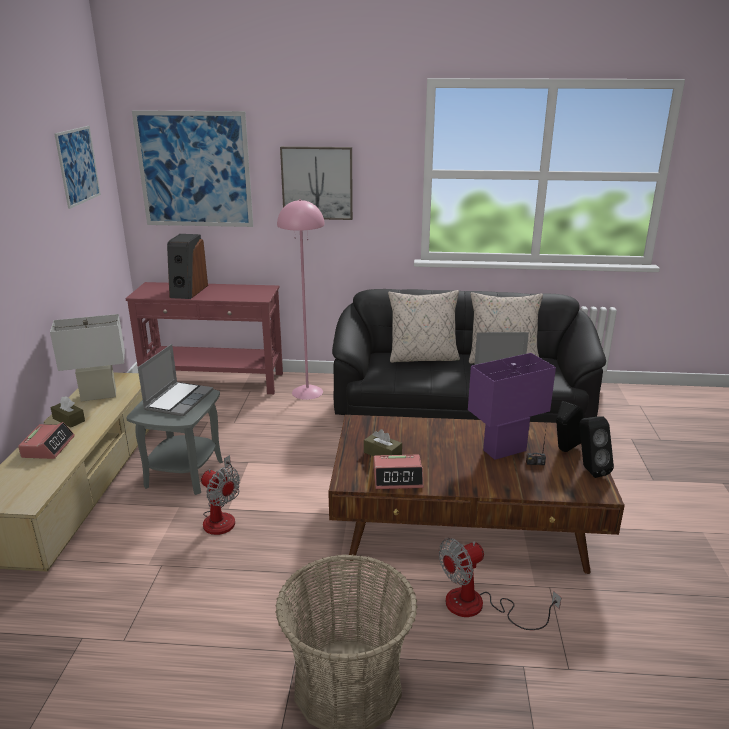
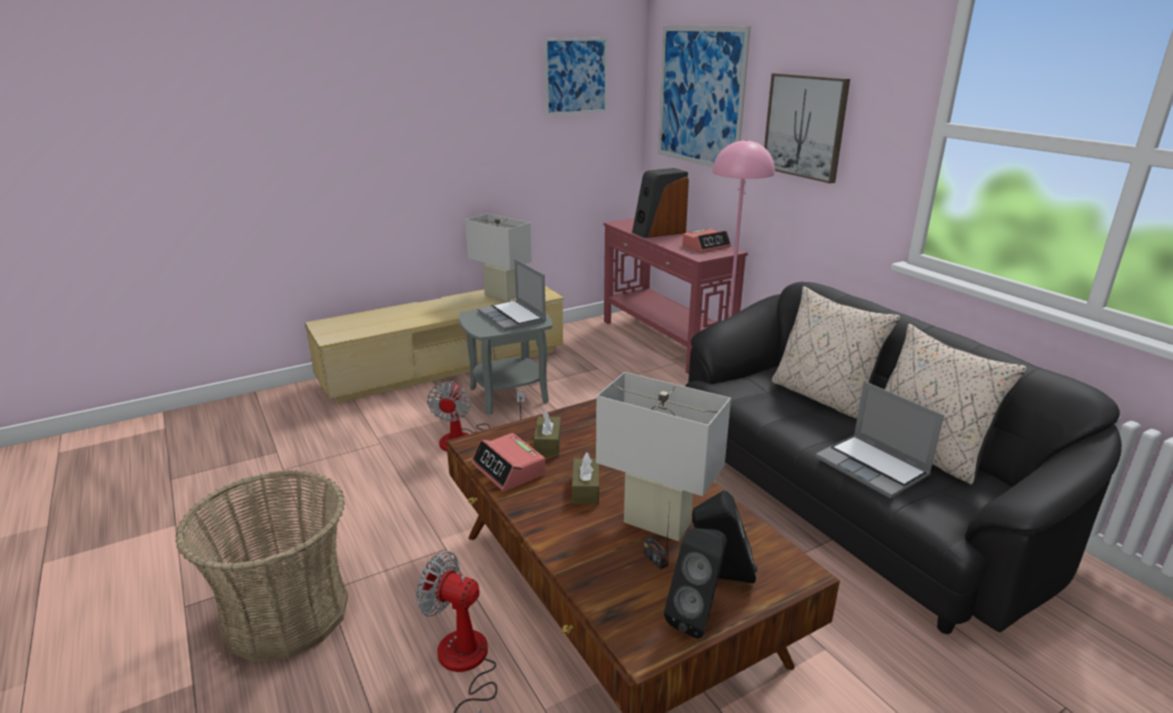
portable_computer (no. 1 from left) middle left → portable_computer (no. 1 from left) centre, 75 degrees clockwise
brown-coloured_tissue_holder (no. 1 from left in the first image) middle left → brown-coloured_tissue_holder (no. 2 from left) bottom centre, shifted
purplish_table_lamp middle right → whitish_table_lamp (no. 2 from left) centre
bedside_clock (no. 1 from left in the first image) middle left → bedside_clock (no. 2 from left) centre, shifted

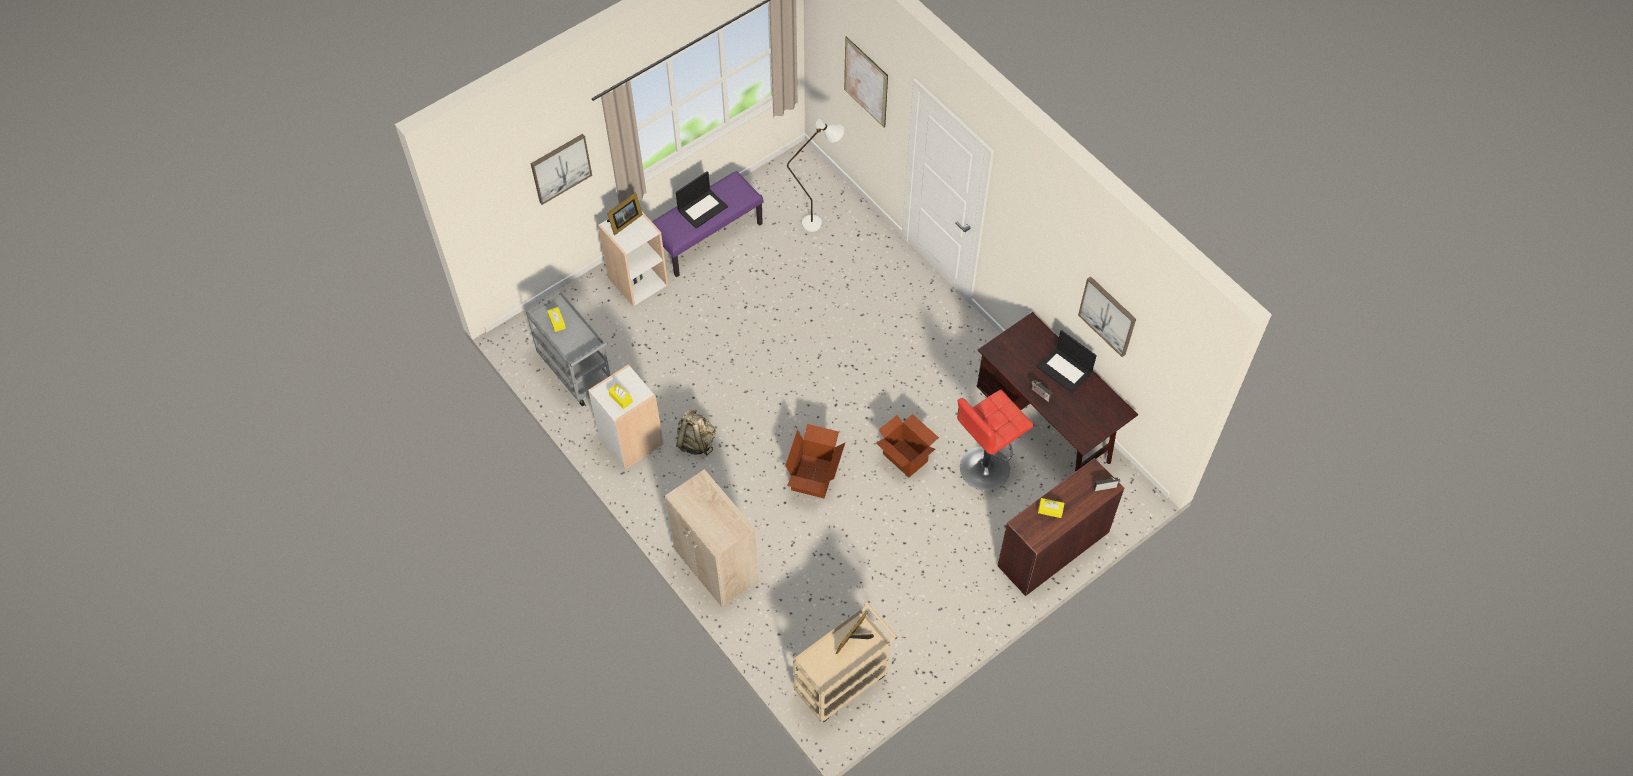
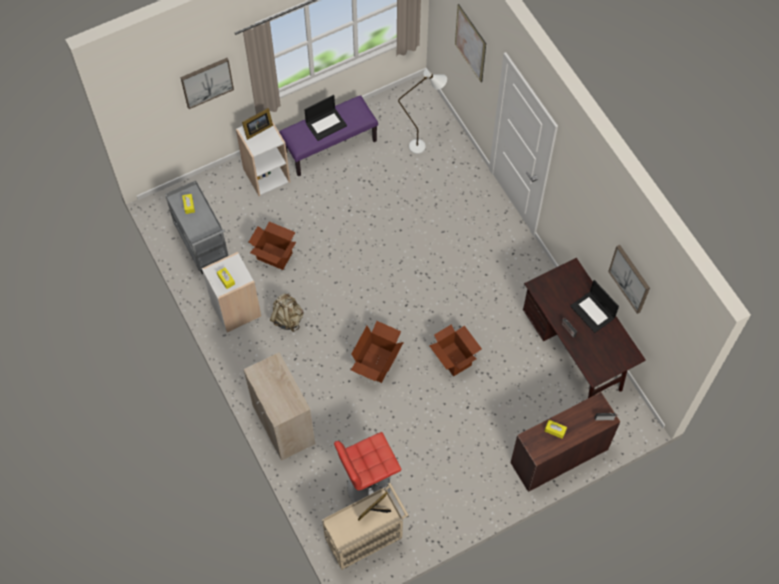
- → packing_box (no. 1 from left) centre
red_stool_seat centre → red_stool_seat bottom centre, shifted

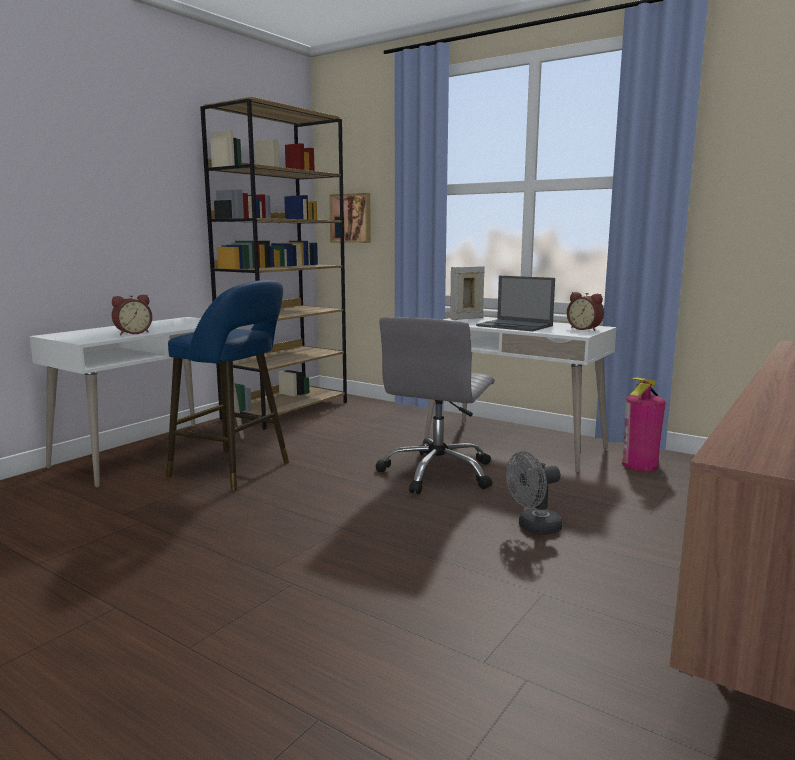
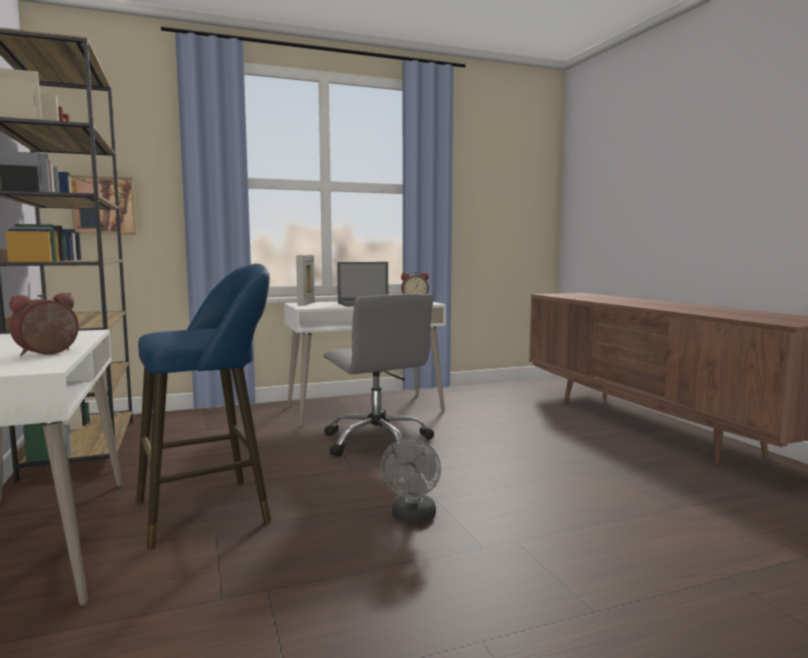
bedside_clock (no. 1 from left) middle left, 135 degrees counterclockwise
grey_cooling_fan middle right → grey_cooling_fan bottom centre, shifted
fire_extinguisher middle right → -

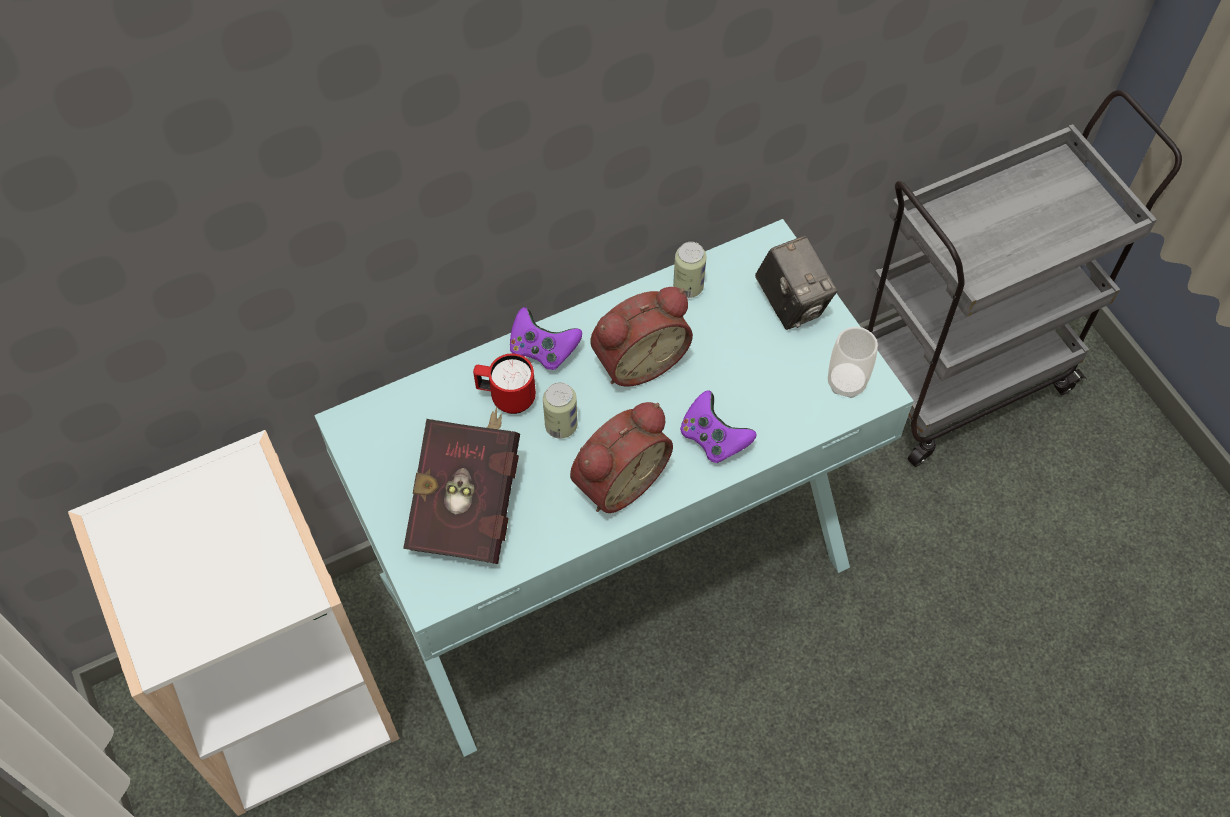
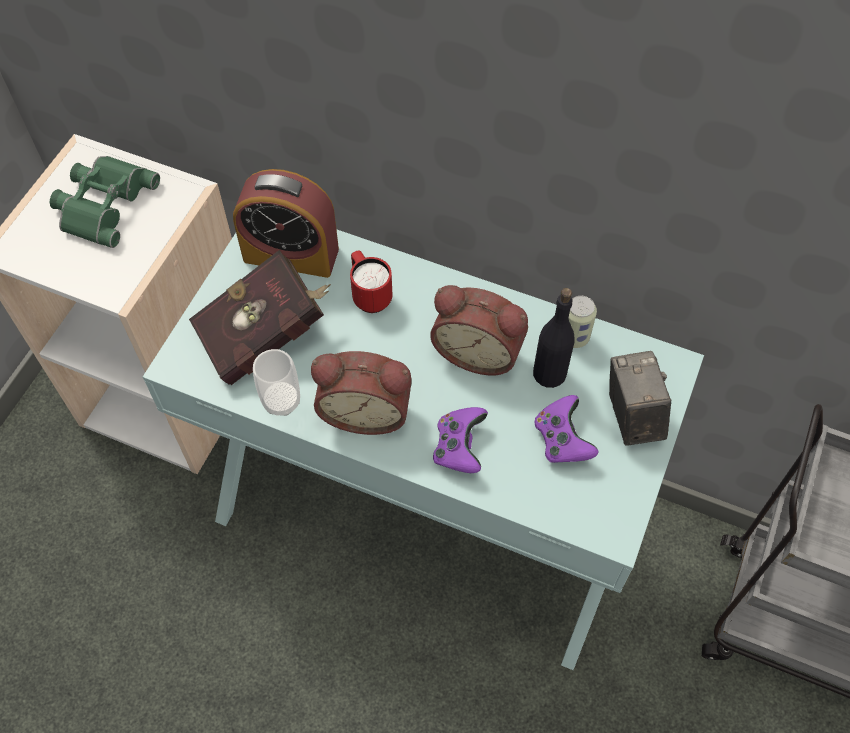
- → green_field_glasses top left
- → bedside_clock (no. 1 from left) top centre
cup middle right → cup middle left, shifted
- → blackish_beverage_bottle centre
purplish_gamepad (no. 1 from left in the first image) centre → purplish_gamepad (no. 2 from left) middle right, shifted
still_camera centre → still_camera middle right, 150 degrees clockwise
can (no. 1 from left) centre → -

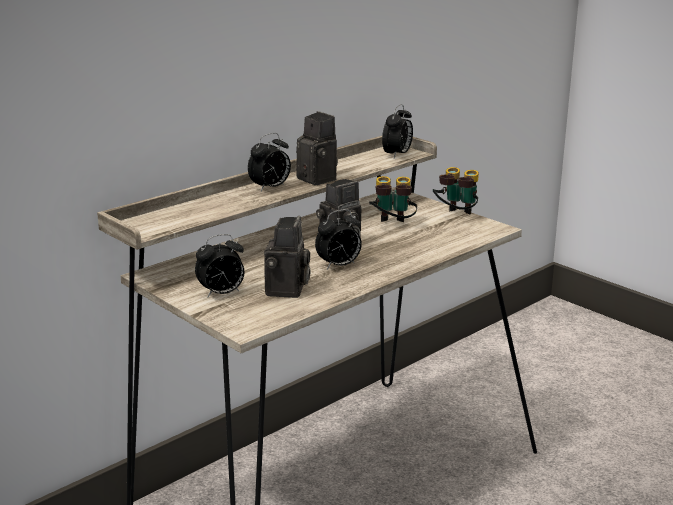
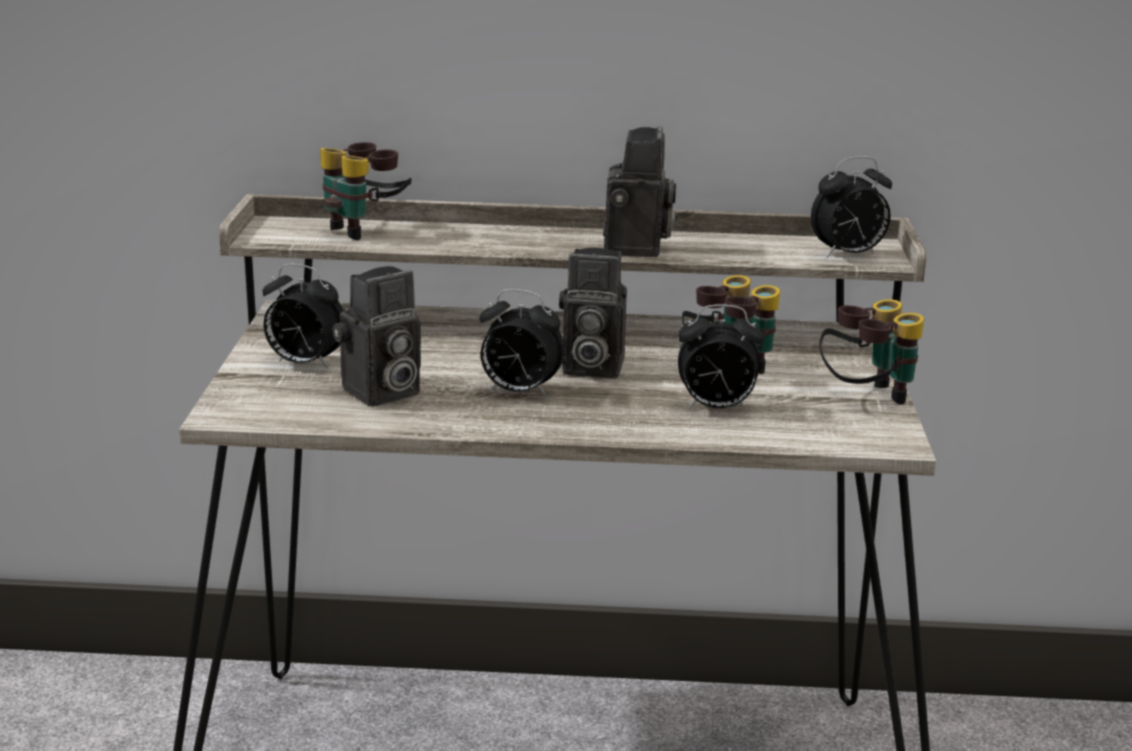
- → field_glasses (no. 1 from left) top left
bedside_clock (no. 2 from left in the first image) top centre → bedside_clock (no. 3 from left) centre, shifted

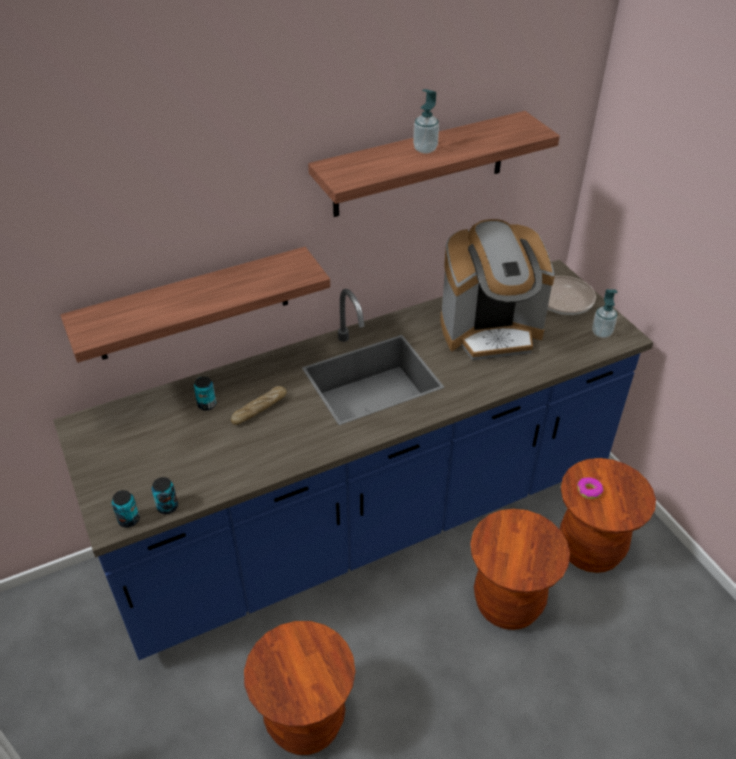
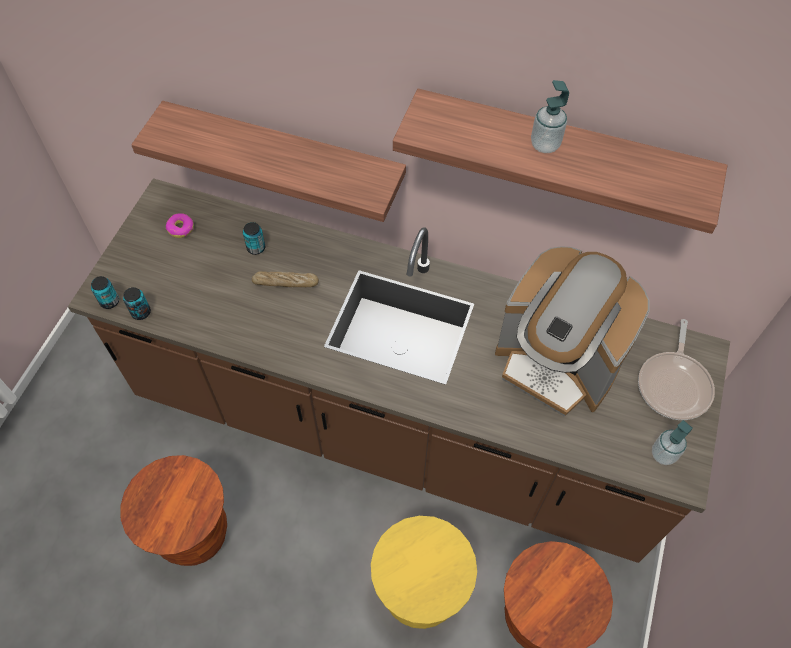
blue_kitchen_base_unit centre → brown-coloured_kitchen_base_unit centre
doughnut middle right → doughnut middle left, shifted
brown-coloured_stool_seat (no. 2 from left) bottom right → yellow_stool_seat bottom centre

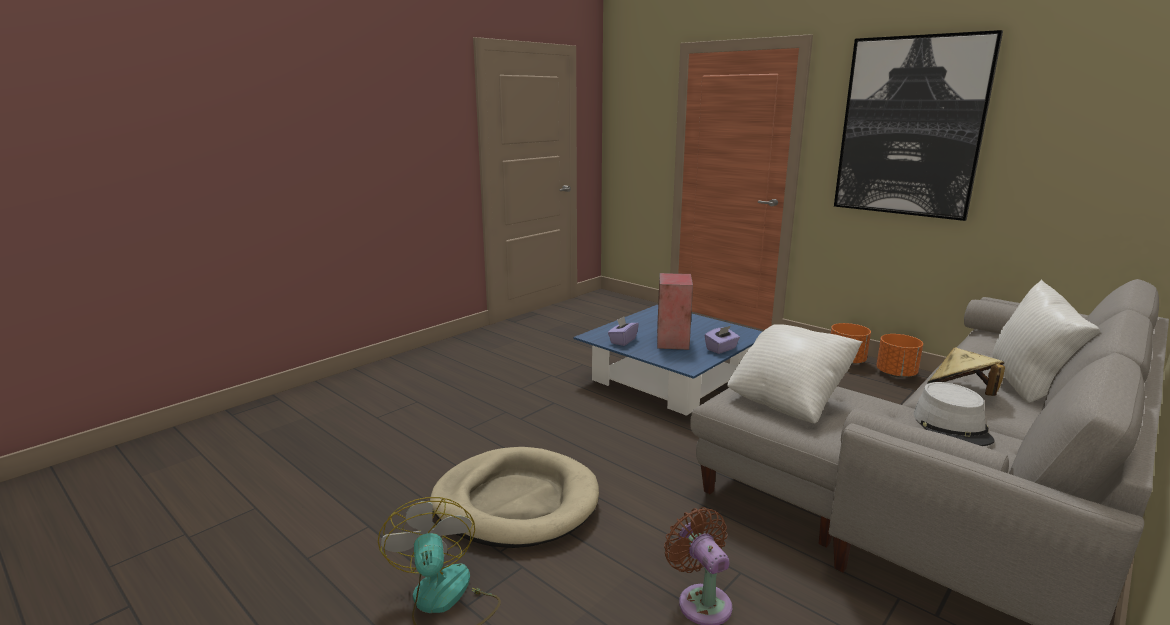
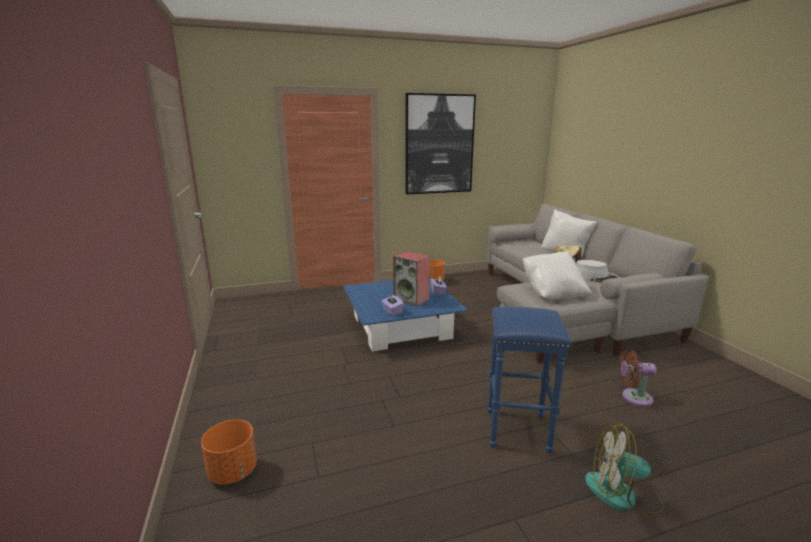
orangey_plant_pot (no. 2 from left in the first image) middle right → orangey_plant_pot (no. 1 from left) bottom left, shifted
sand-coloured_pet_bed bottom centre → blue_stool_seat bottom centre

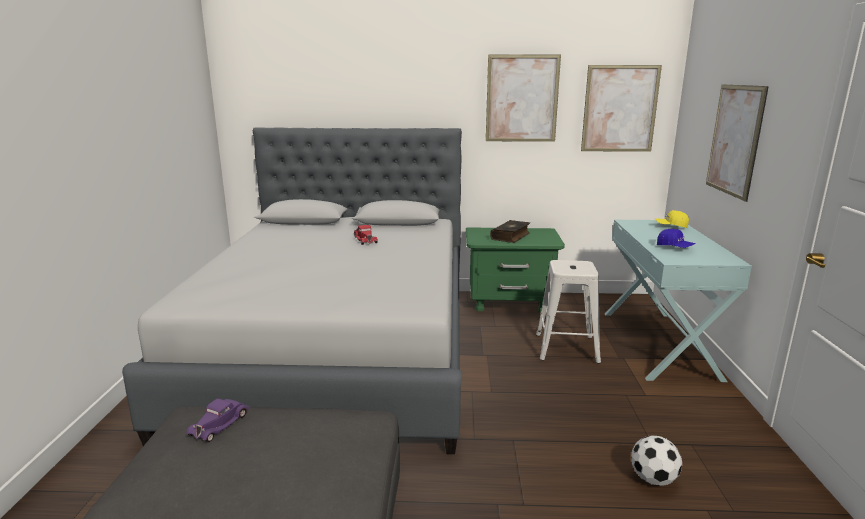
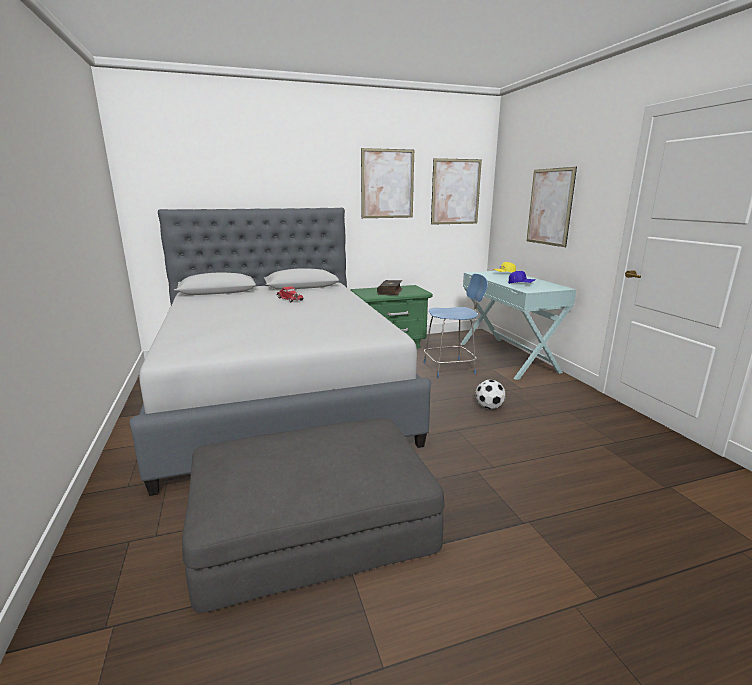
whitish_stool_seat centre → blue_upright_chair centre
football bottom right → football centre, shifted
purplish_model_car bottom left → -

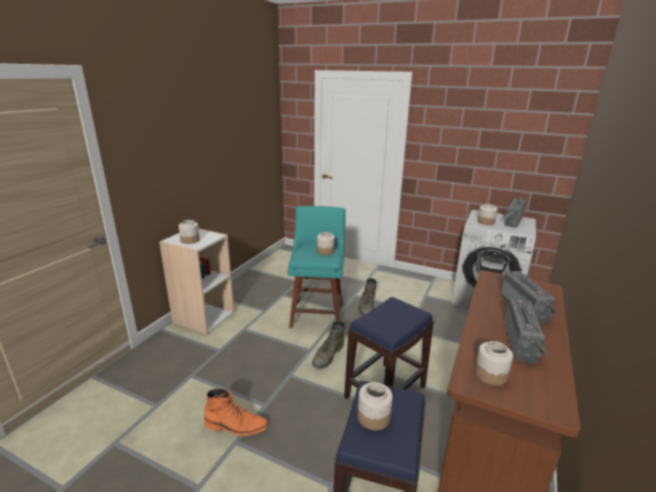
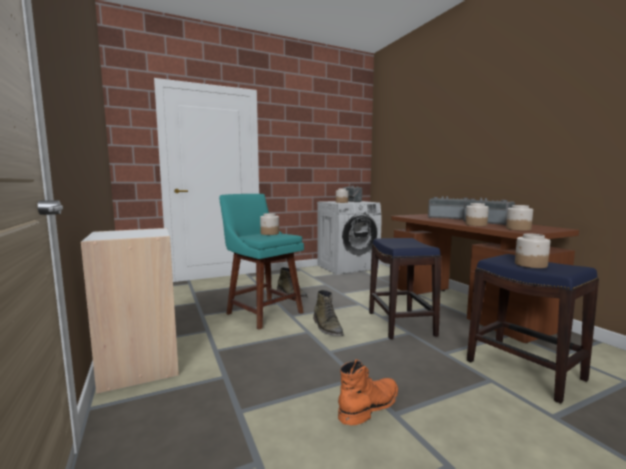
jar (no. 1 from left in the first image) middle left → jar (no. 3 from left) middle right, shifted

